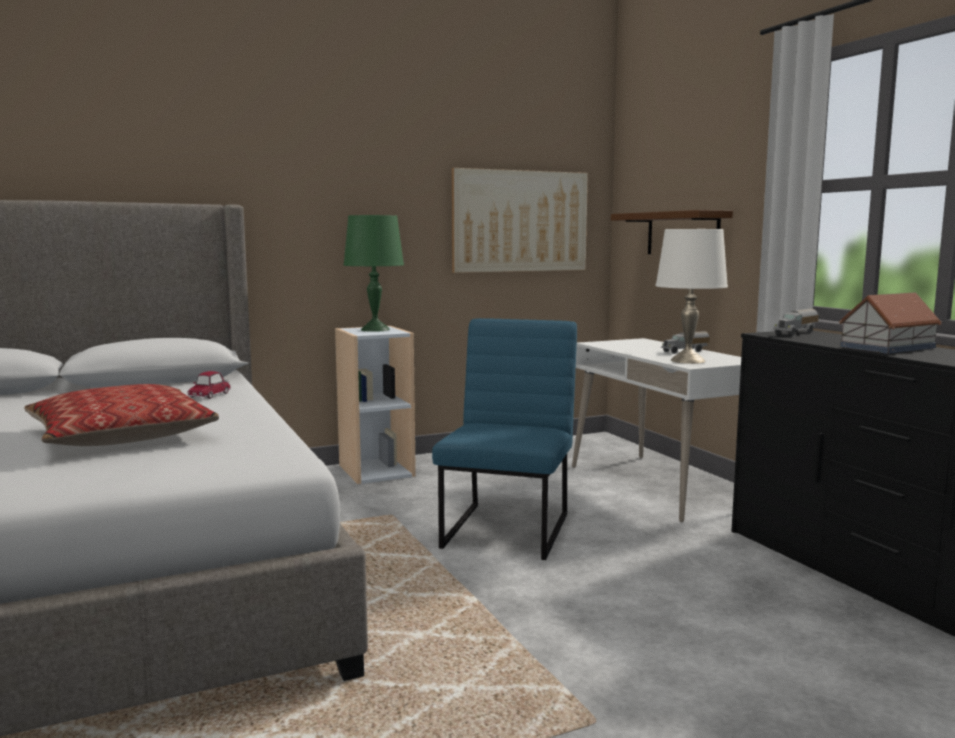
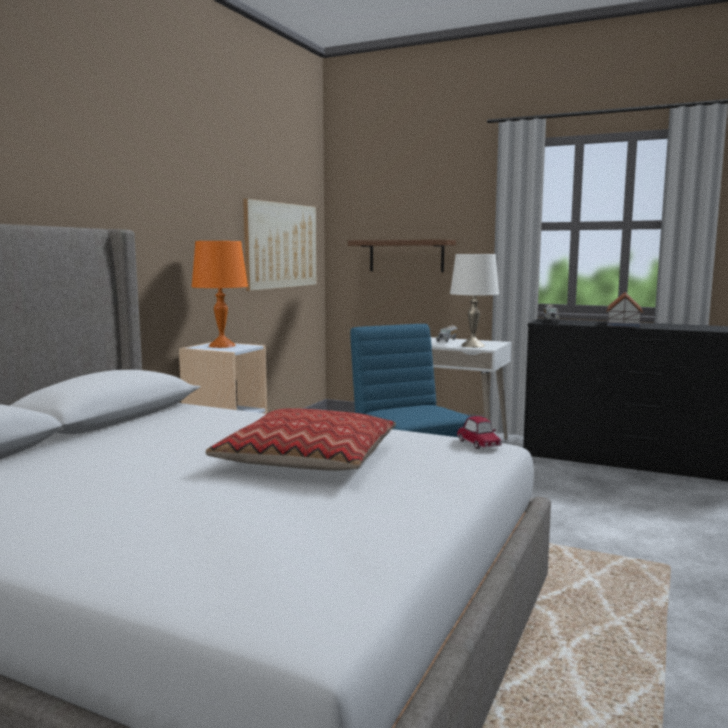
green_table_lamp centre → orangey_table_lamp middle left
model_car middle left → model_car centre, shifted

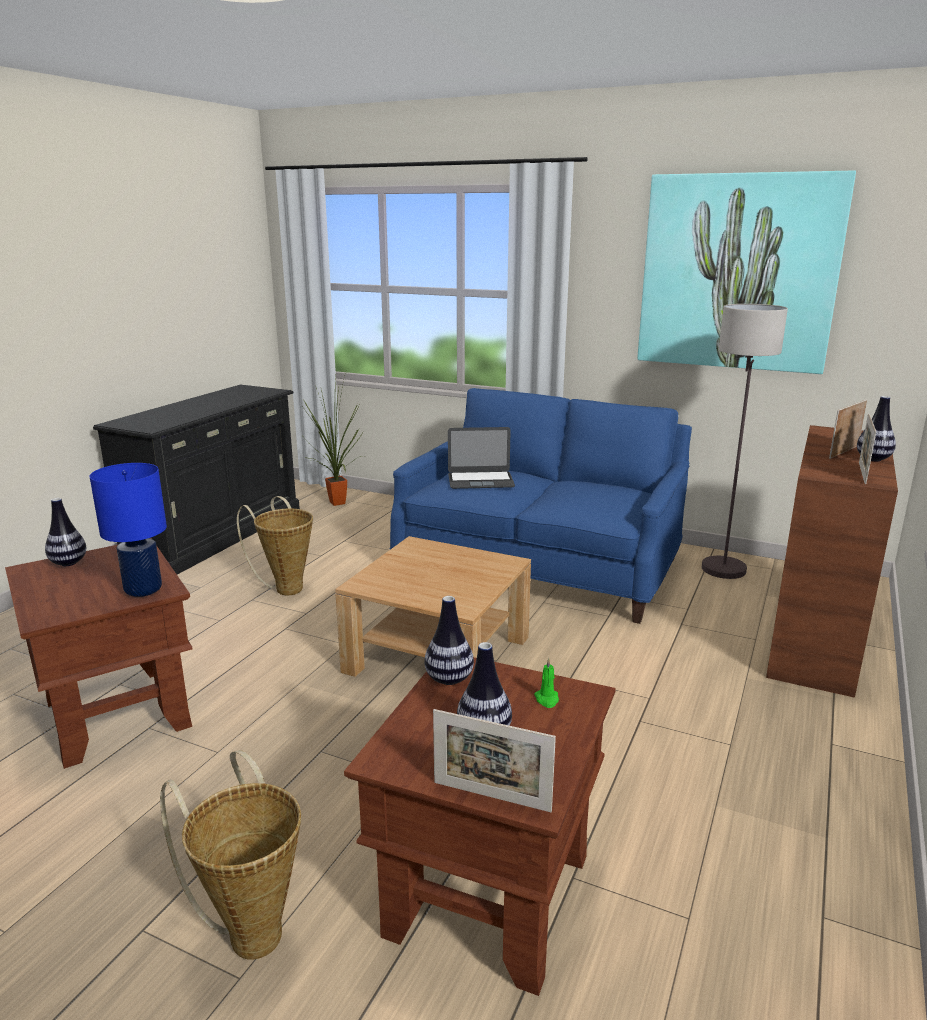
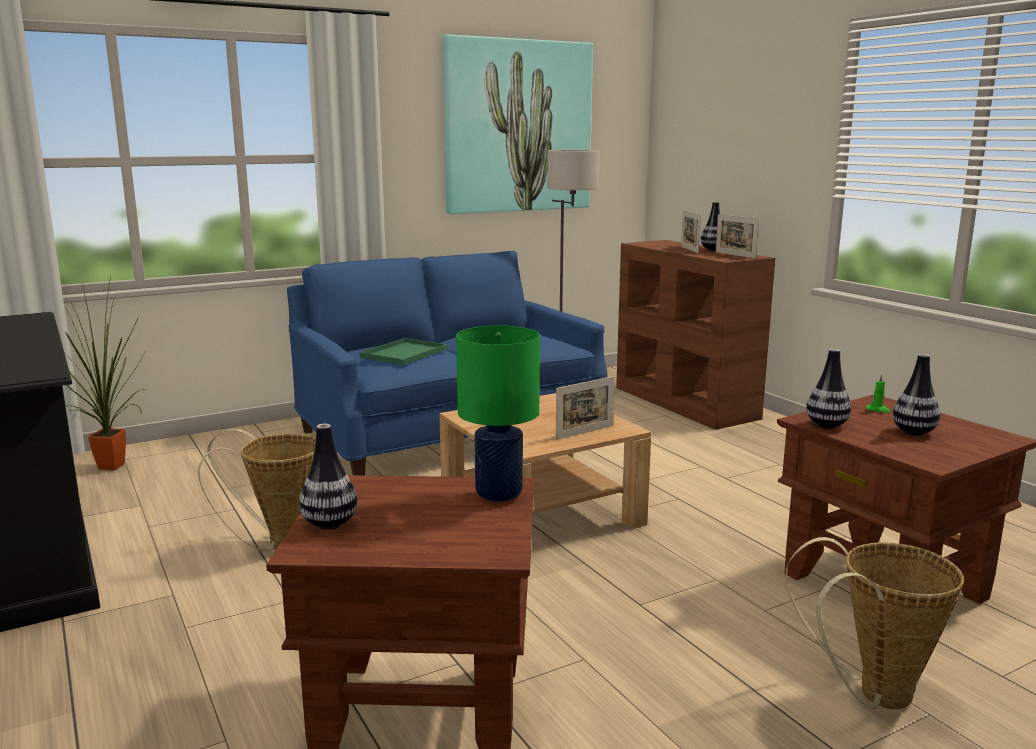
portable_computer centre → green_serving_tray centre
blue_table_lamp middle left → green_table_lamp centre
photo_frame (no. 1 from left) bottom centre → photo_frame (no. 1 from left) centre, shifted

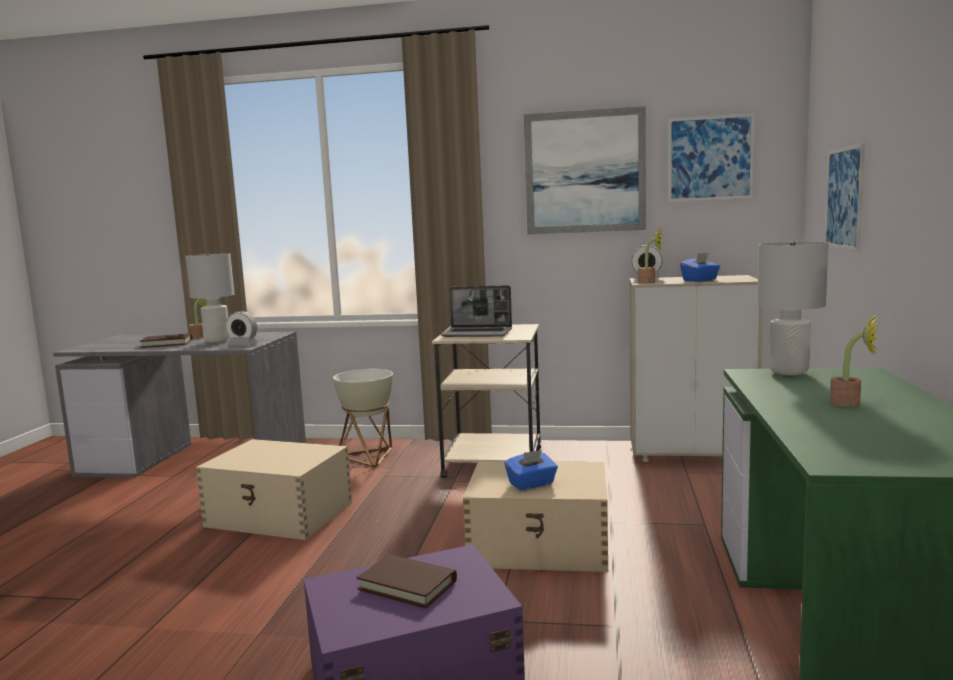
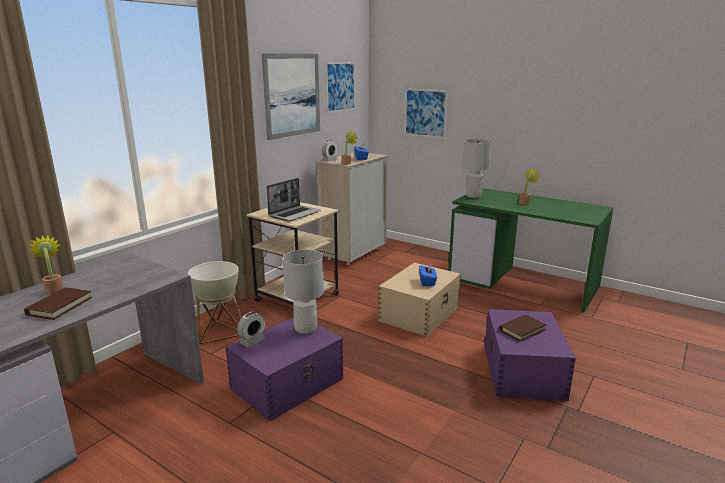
sand-coloured_storage_bin (no. 1 from left) bottom left → purplish_storage_bin (no. 1 from left) bottom centre
bedside_clock (no. 1 from left) middle left → bedside_clock (no. 1 from left) bottom centre, shifted
grey_table_lamp (no. 1 from left) middle left → grey_table_lamp (no. 1 from left) centre, shifted

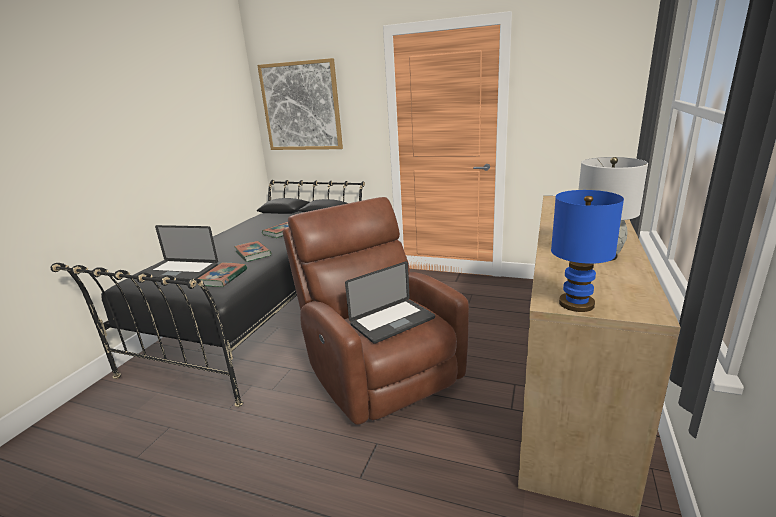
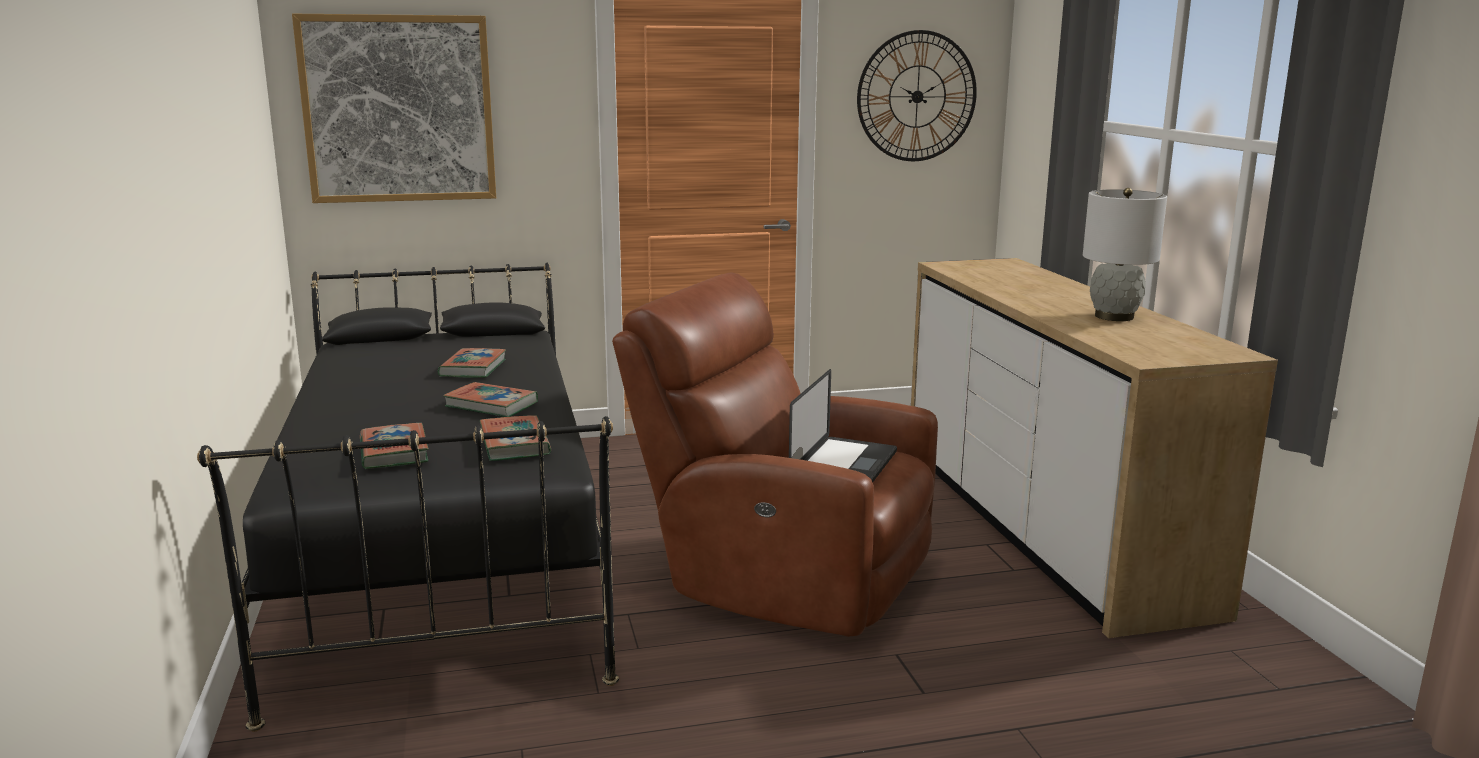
portable_computer (no. 1 from left) middle left → volume (no. 1 from left) middle left
- → hanging_clock top centre
blue_table_lamp middle right → -

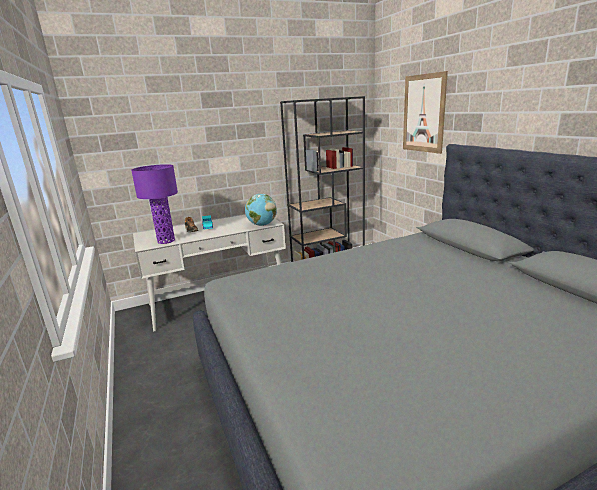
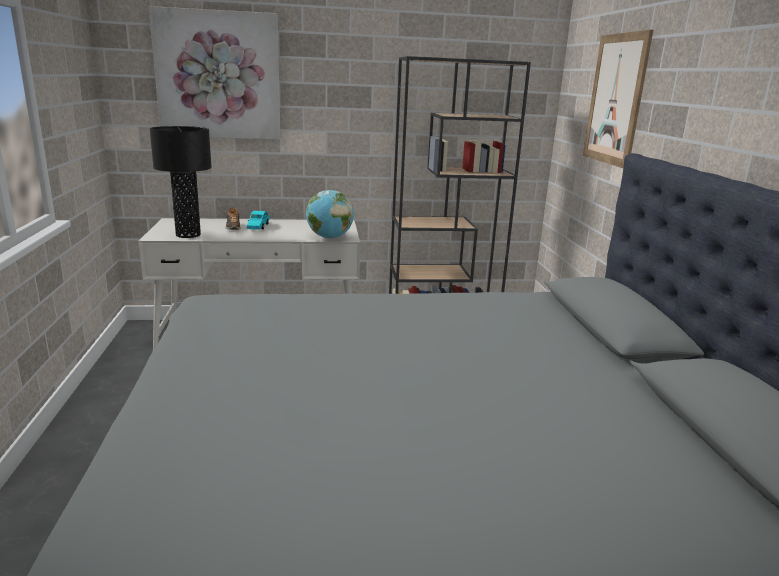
- → picture (no. 1 from left) top left
purplish_table_lamp middle left → blackish_table_lamp top left

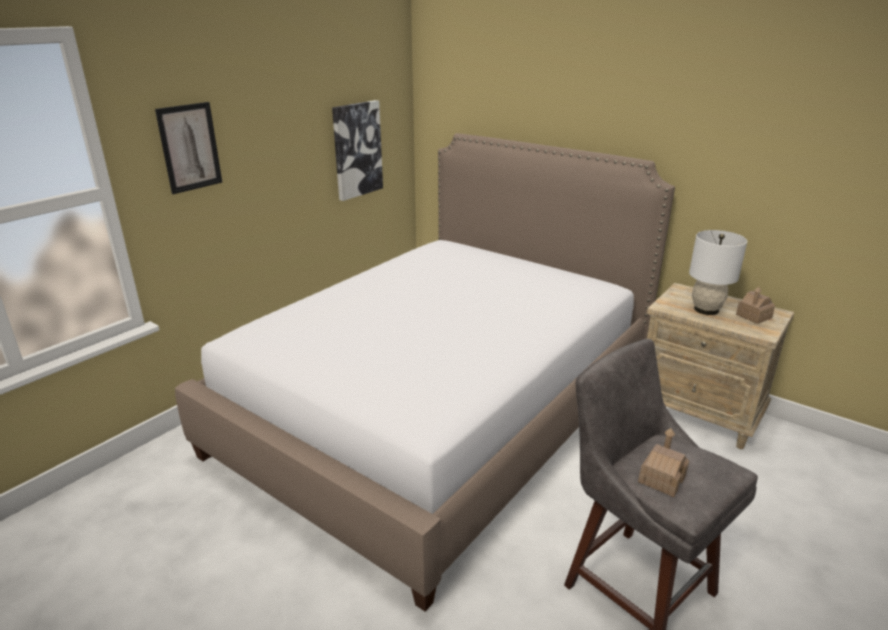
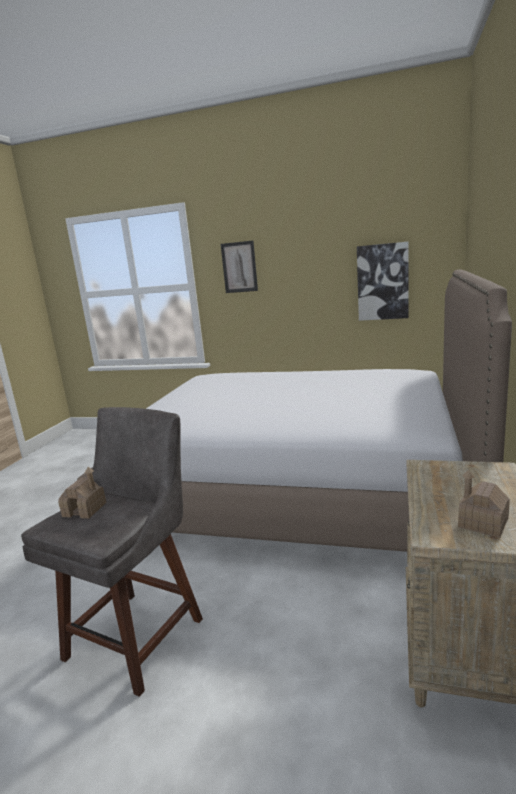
whitish_table_lamp middle right → -

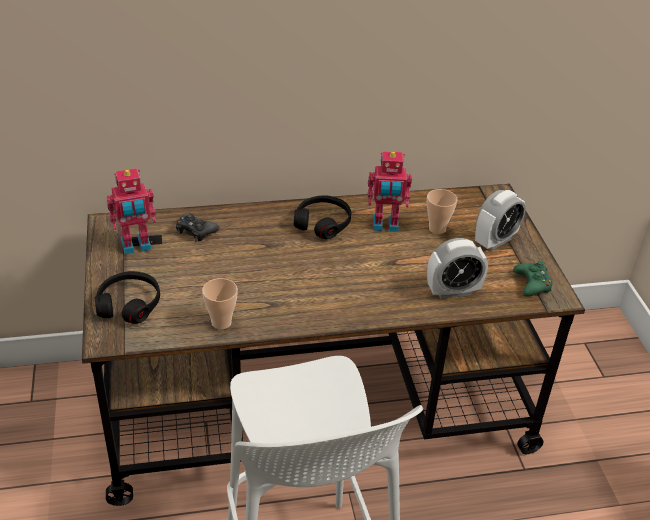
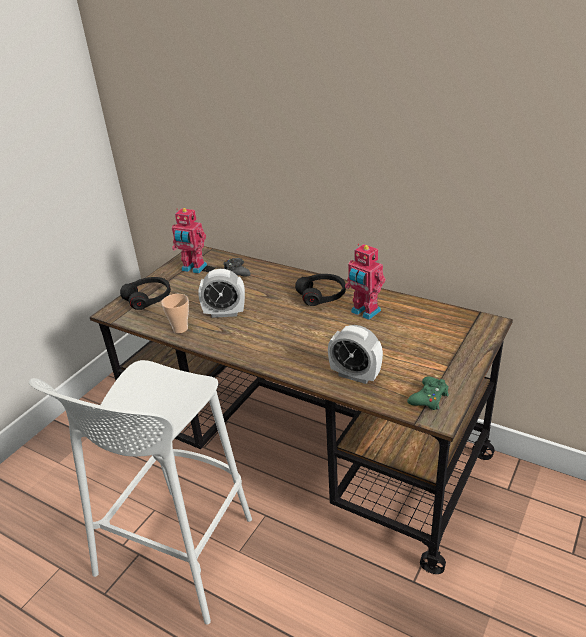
bedside_clock (no. 2 from left in the first image) middle right → bedside_clock (no. 1 from left) centre, shifted
cup (no. 2 from left) middle right → -

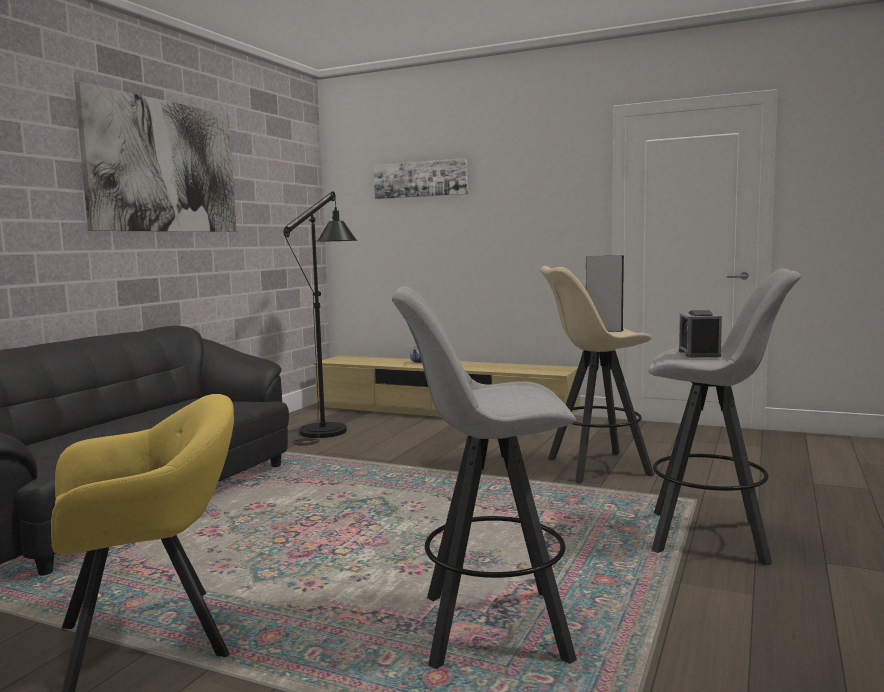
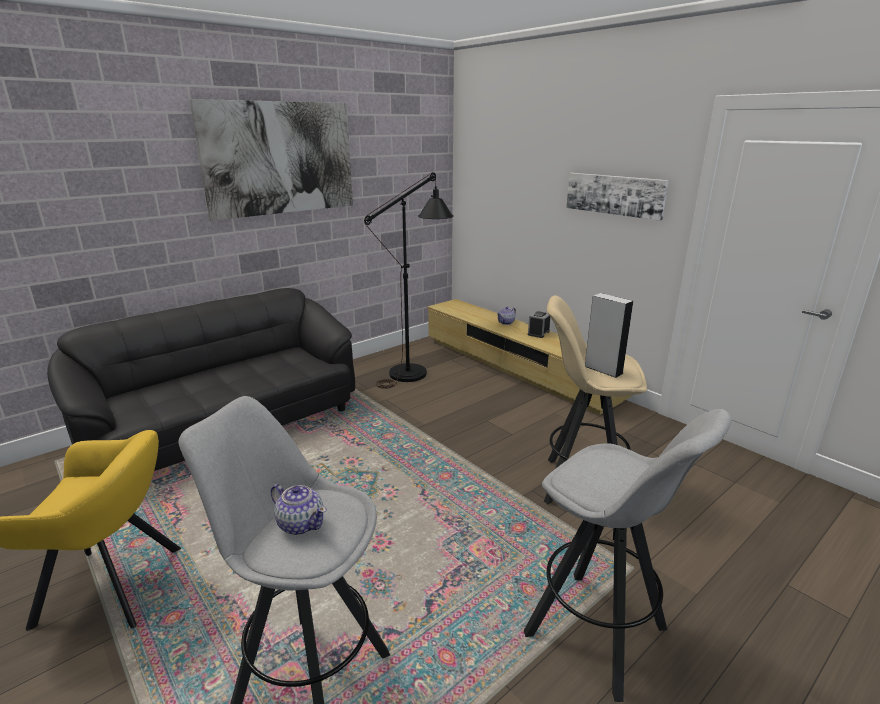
- → pot_for_tea (no. 1 from left) bottom centre
bedside_clock middle right → bedside_clock centre, shifted
picture (no. 2 from left) top centre → picture (no. 2 from left) top right, shifted

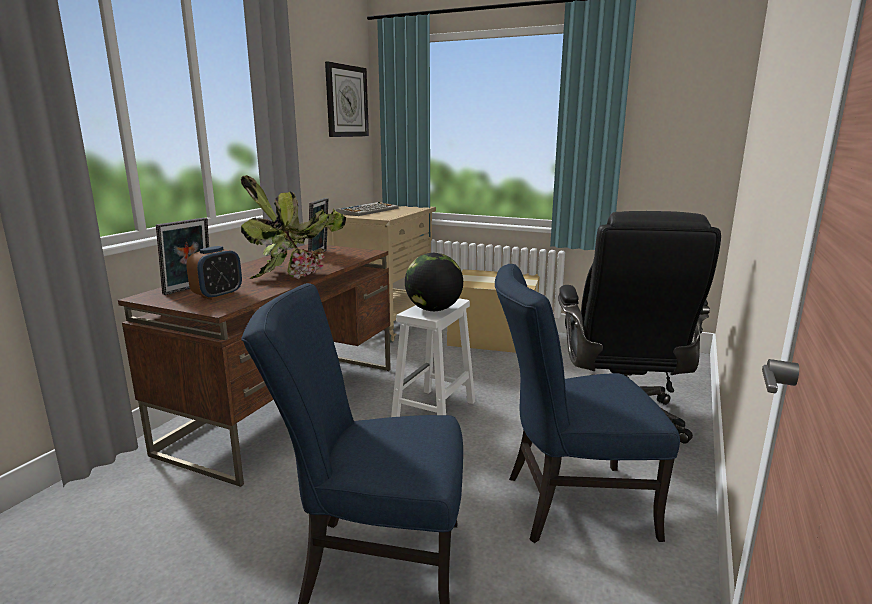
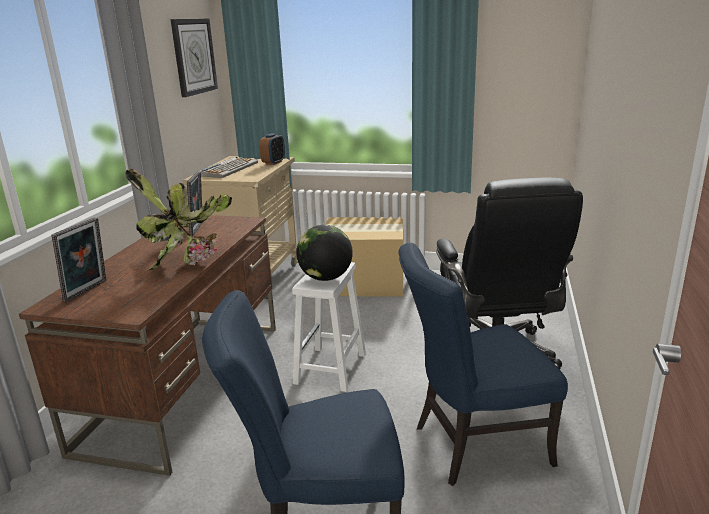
bedside_clock middle left → bedside_clock top centre, shifted

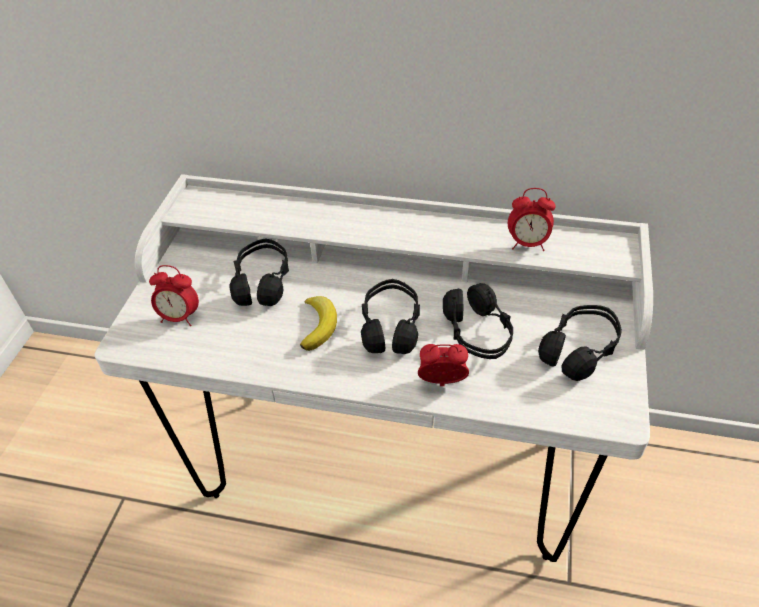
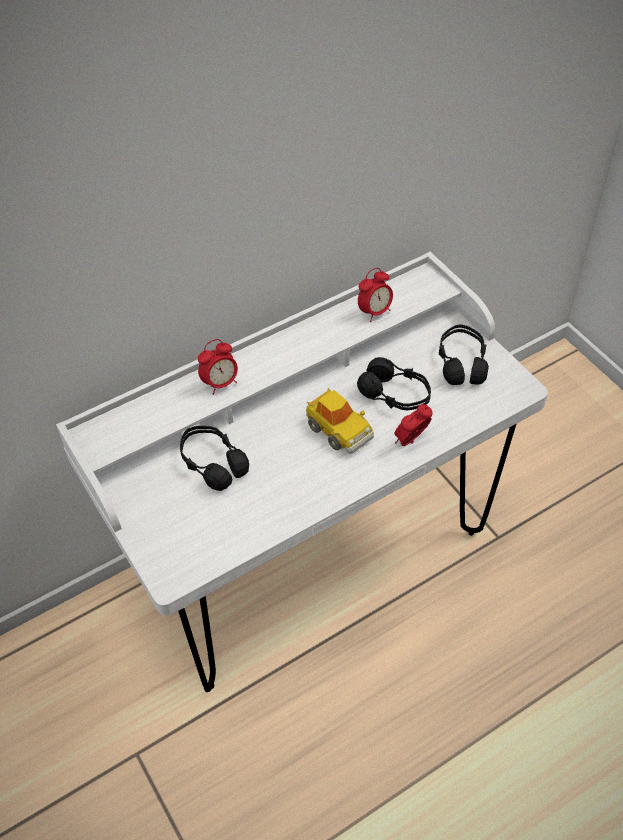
bedside_clock (no. 1 from left) middle left → bedside_clock (no. 1 from left) centre, shifted
blackish_headphones (no. 2 from left) centre → model_car centre
whole_banana centre → -

